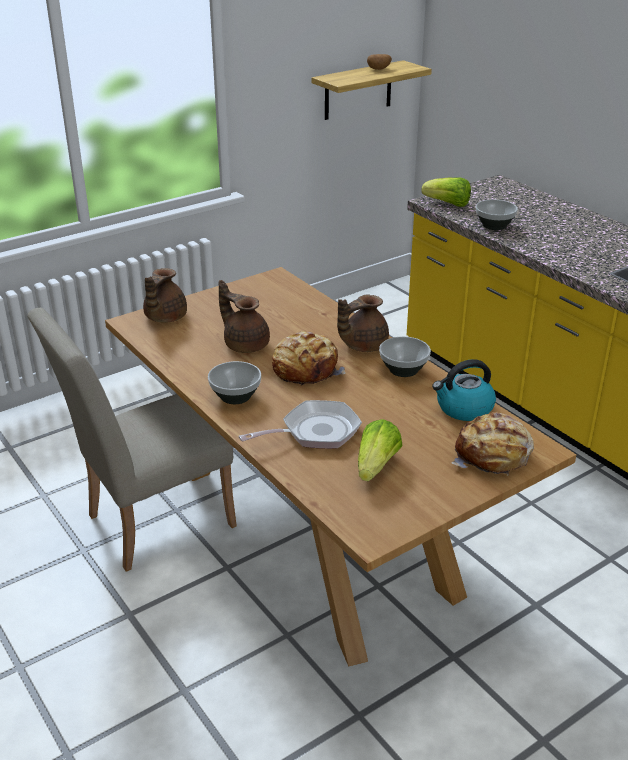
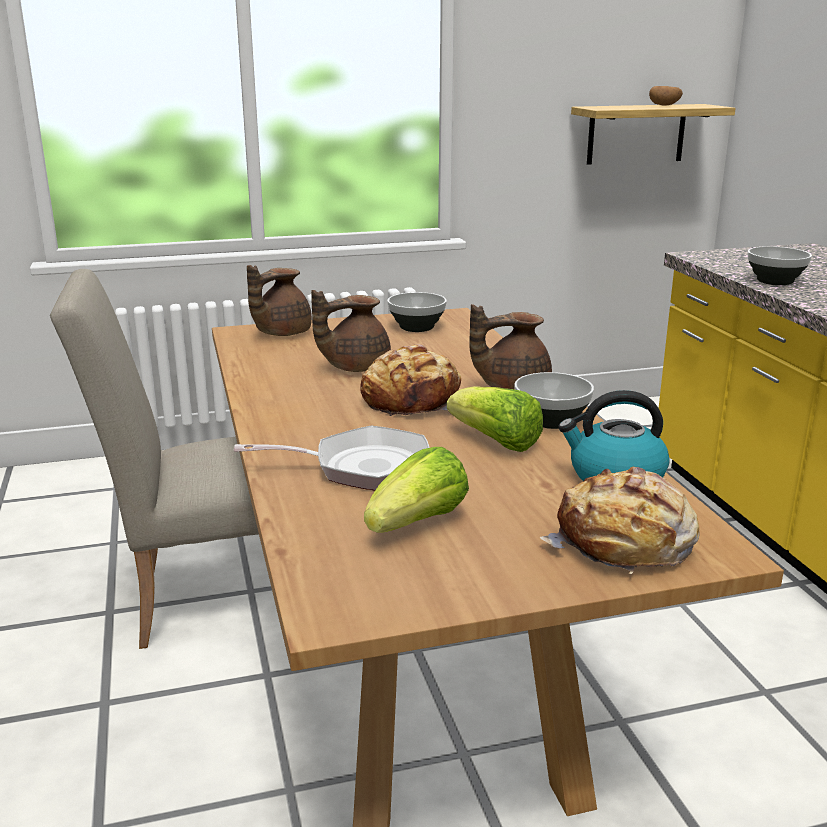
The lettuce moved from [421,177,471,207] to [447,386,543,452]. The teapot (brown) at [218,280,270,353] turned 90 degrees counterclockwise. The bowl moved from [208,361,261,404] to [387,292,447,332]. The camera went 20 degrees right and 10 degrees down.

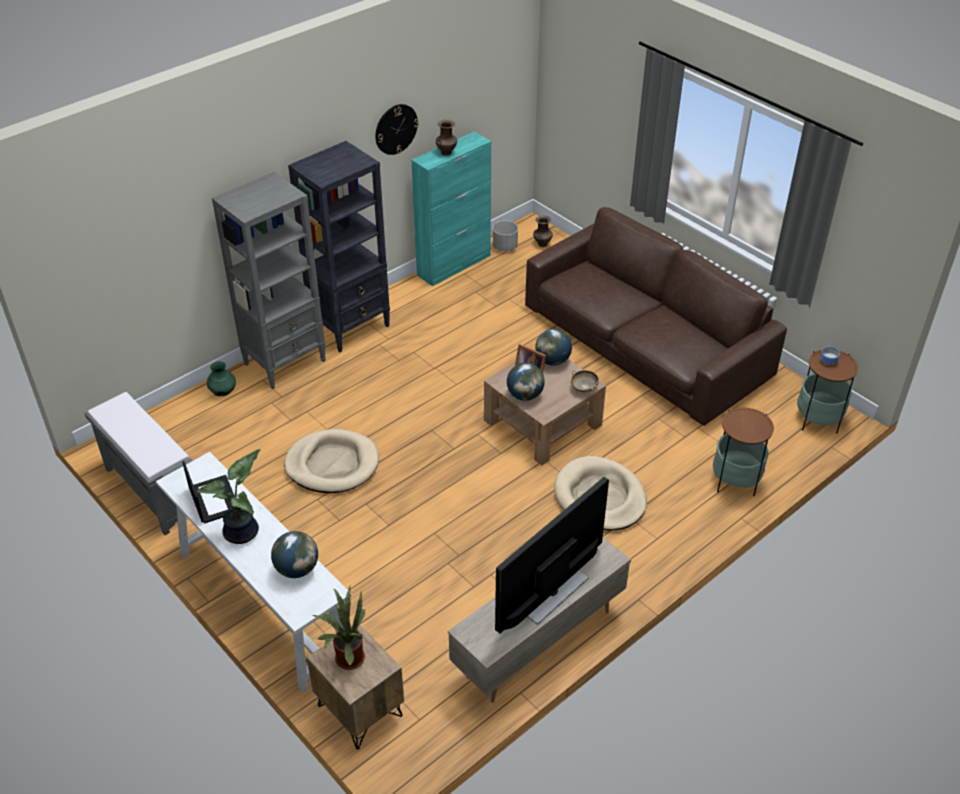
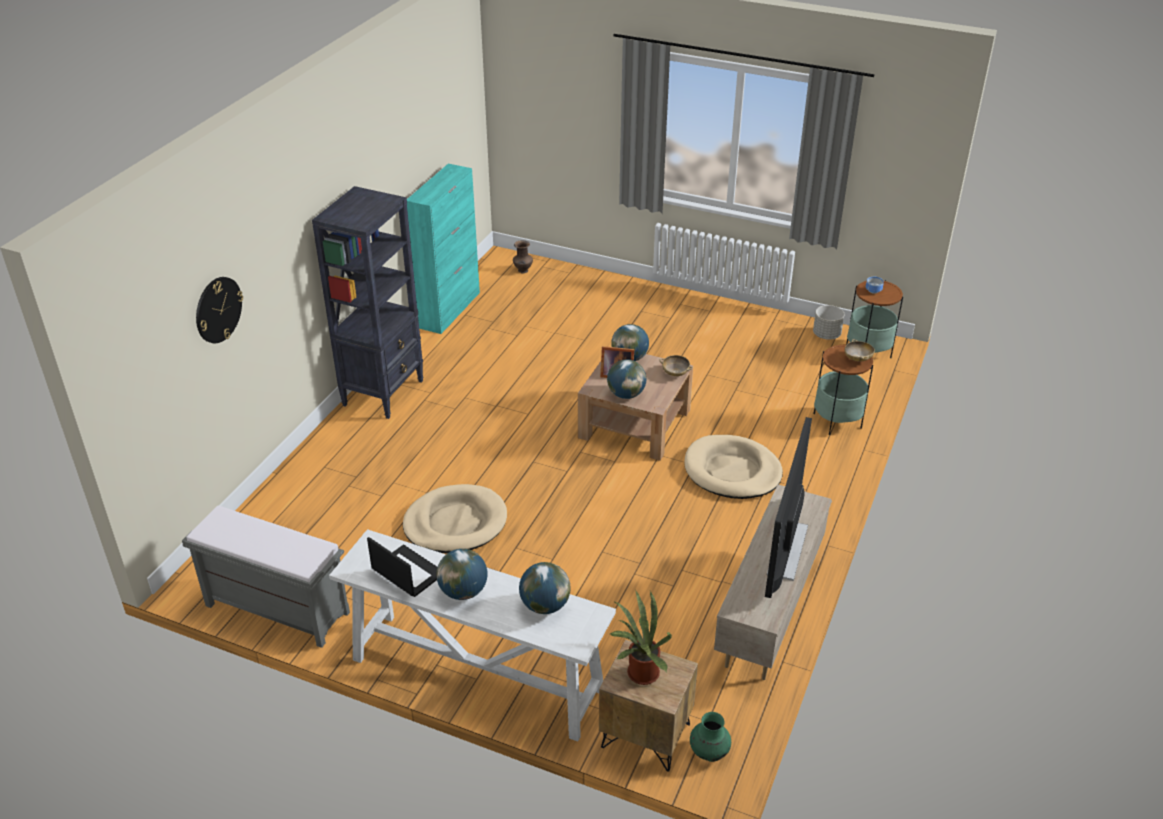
The wall clock moved from [375,104,419,155] to [196,277,243,343]. The vase (brown) at [436,119,457,156] disappeared. The bookcase (grey) at [212,172,326,389] disappeared. The sofa (brown) at [525,207,787,426] disappeared. The planter (grey) moved from [493,221,518,252] to [813,305,844,340]. The vase (green) moved from [207,361,236,396] to [690,712,731,762]. The potted plant at [197,449,261,544] was replaced by the globe at [436,549,487,600]. The bowl (beige) at [844,339,875,362] appeared. The camera went 25 degrees left and 5 degrees down.

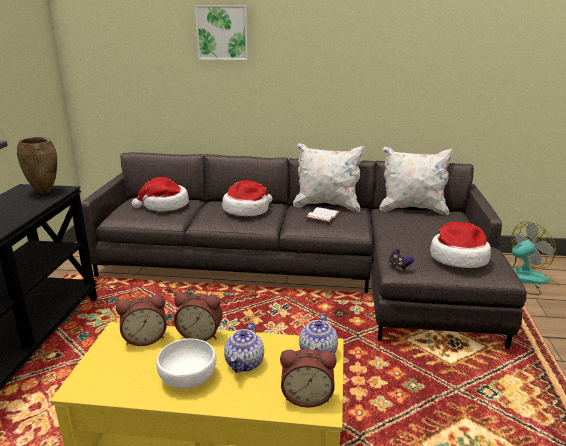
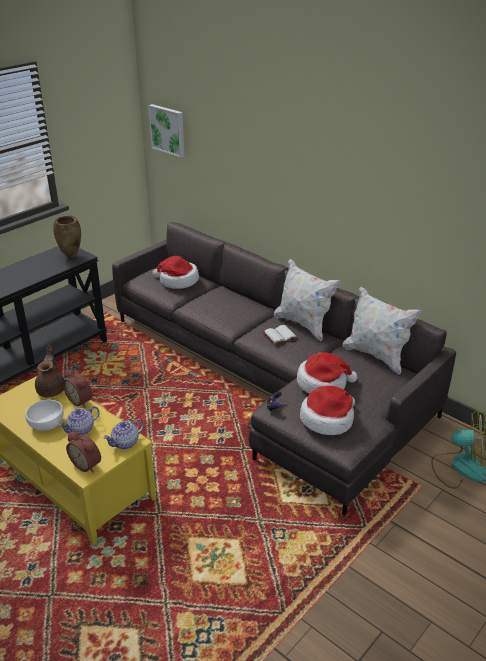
The picture moved from [195,5,249,60] to [148,104,185,158]. The hat moved from [222,180,272,216] to [297,352,358,394]. The alarm clock at [116,295,167,346] was replaced by the teapot (brown) at [35,345,65,397]. The camera went 35 degrees right and 10 degrees up.

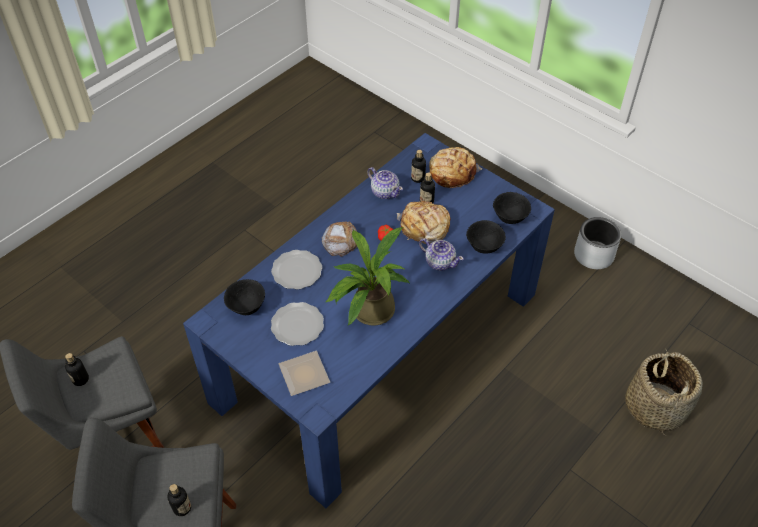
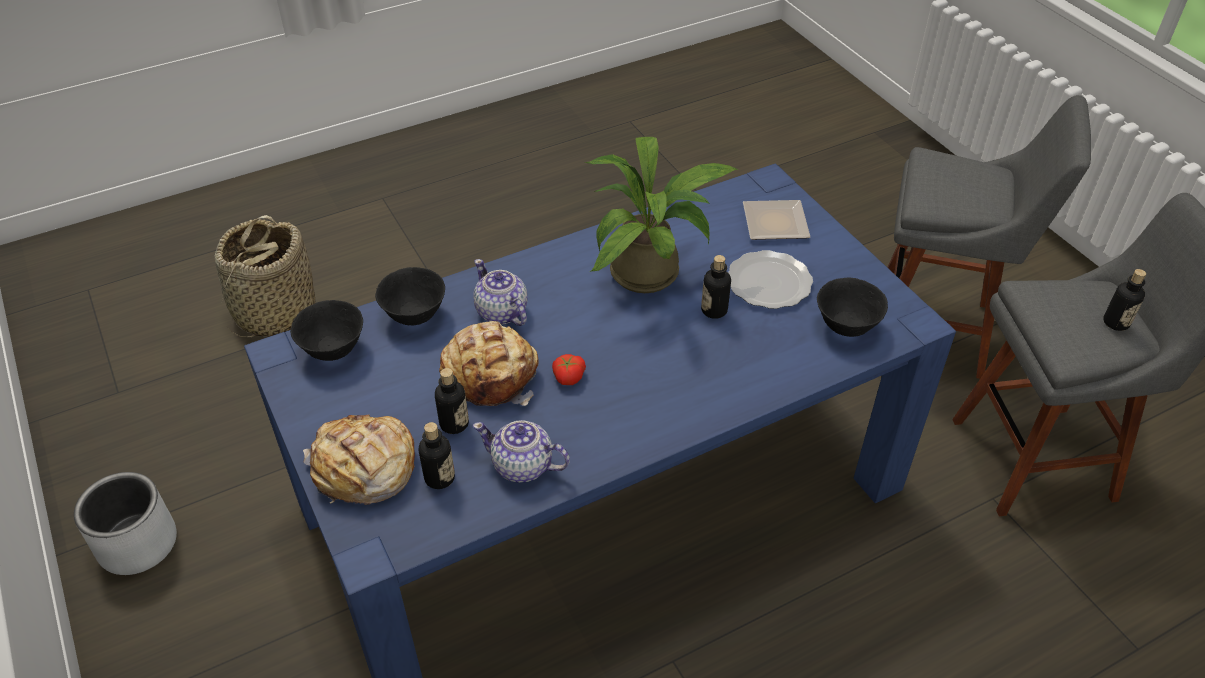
The teapot at [367,167,403,199] turned 45 degrees counterclockwise. The bread at [322,221,357,257] disappeared. The plate at [271,250,322,290] disappeared. The bottle moved from [167,484,191,516] to [701,255,731,319]. The camera went 160 degrees left and 5 degrees down.

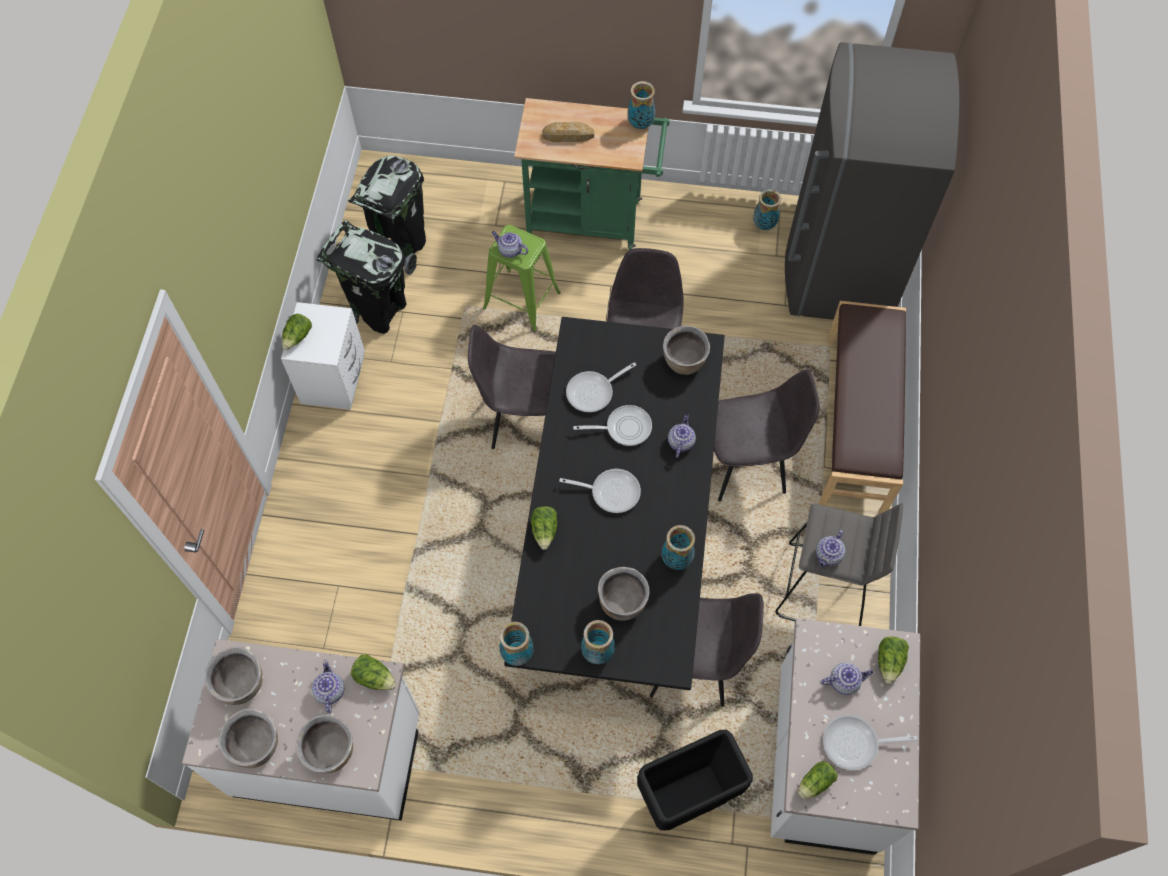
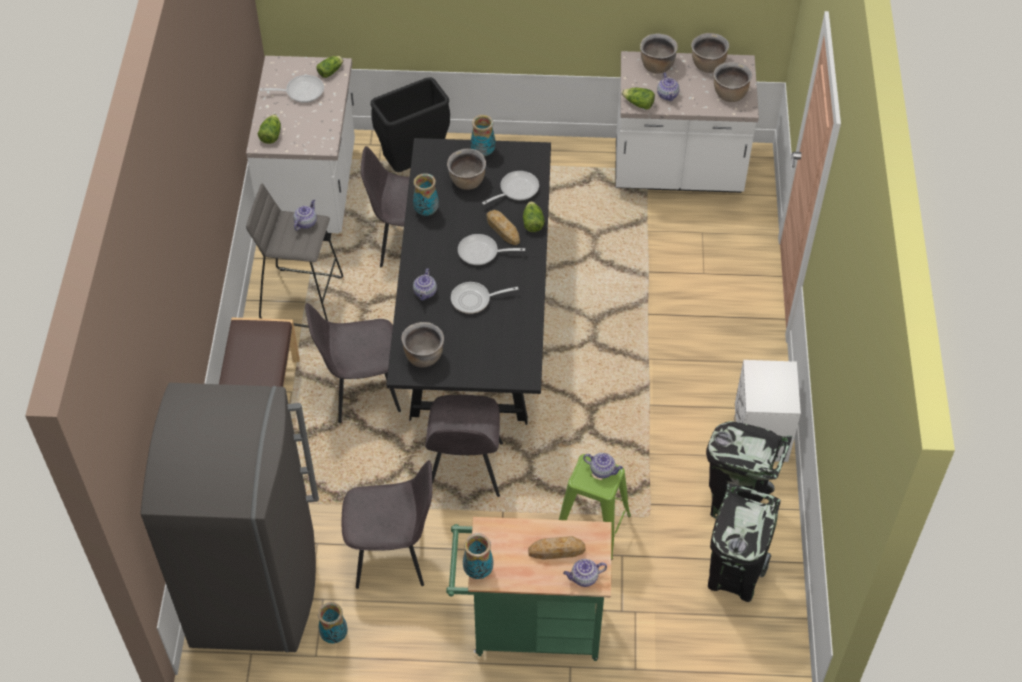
The lettuce at [282,314,312,350] disappeared. The chair (grey) moved from [468,325,556,449] to [342,460,432,589]. The frying pan moved from [566,362,636,412] to [482,171,539,205]. The vase at [499,622,534,666] disappeared. The teapot moved from [821,663,874,695] to [563,559,607,587]. The bread at [487,210,520,245] appeared. The camera went 175 degrees right and 10 degrees down.

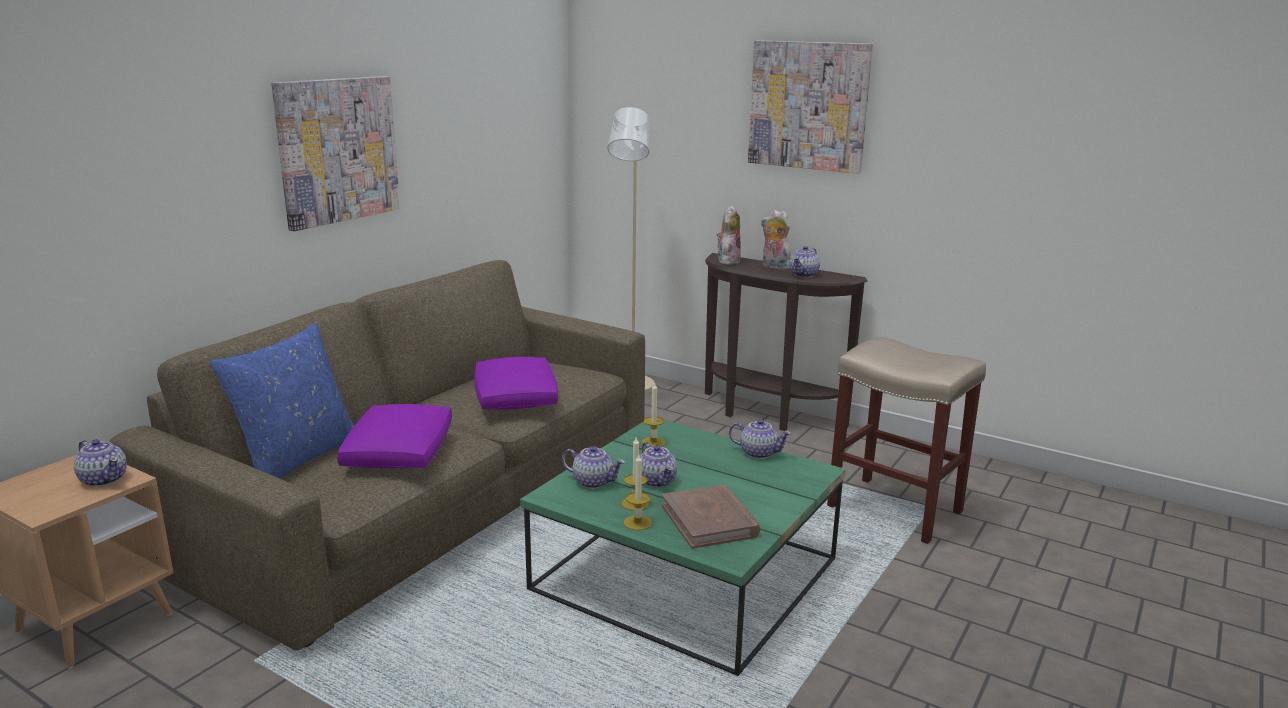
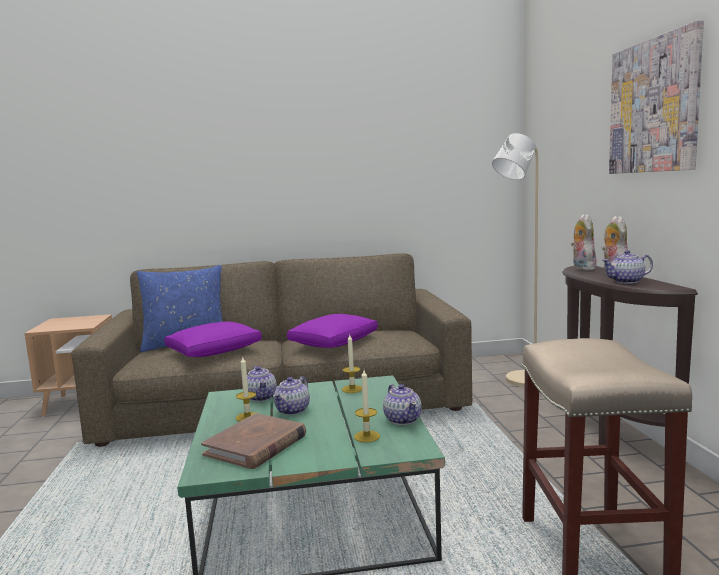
The picture at [271,76,400,231] disappeared. The plush toy at [716,206,741,265] turned 75 degrees counterclockwise. The teapot at [74,439,127,487] disappeared. The candle moved from [624,454,652,530] to [354,370,380,442]. The camera went 50 degrees right and 10 degrees down.

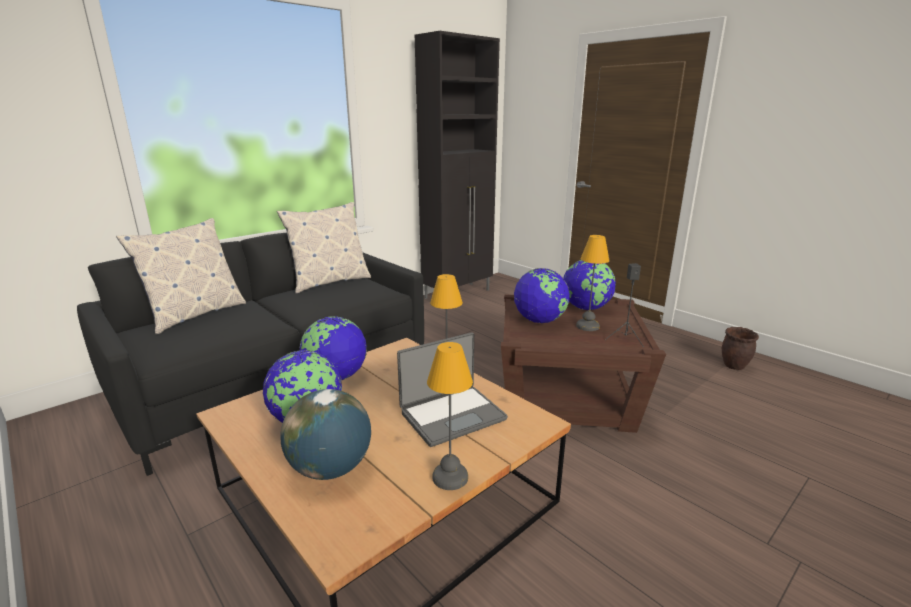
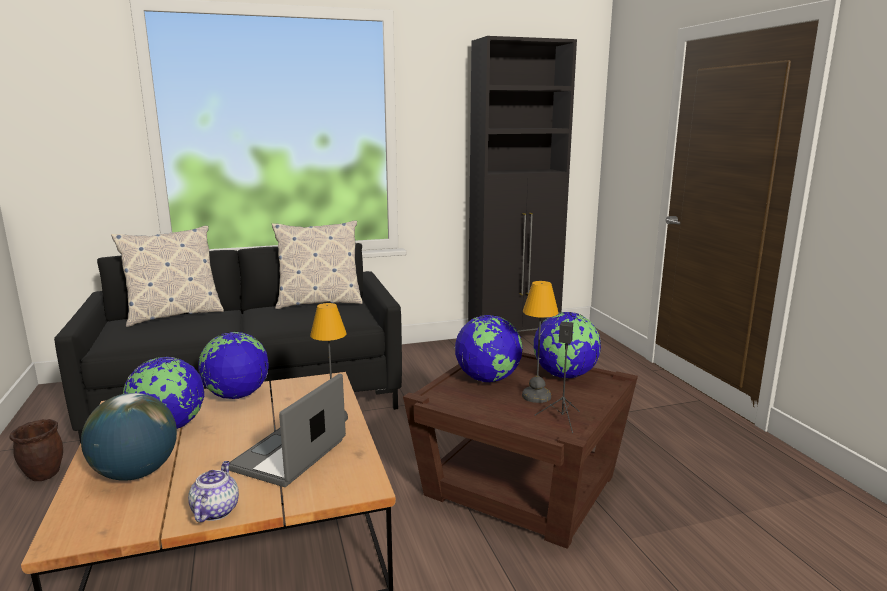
The planter (brown) moved from [722,327,759,370] to [9,419,63,481]. The laptop at [397,332,508,447] turned 120 degrees clockwise. The table lamp at [427,342,473,490] was replaced by the teapot at [188,461,239,522]. The camera went 25 degrees right and 5 degrees down.

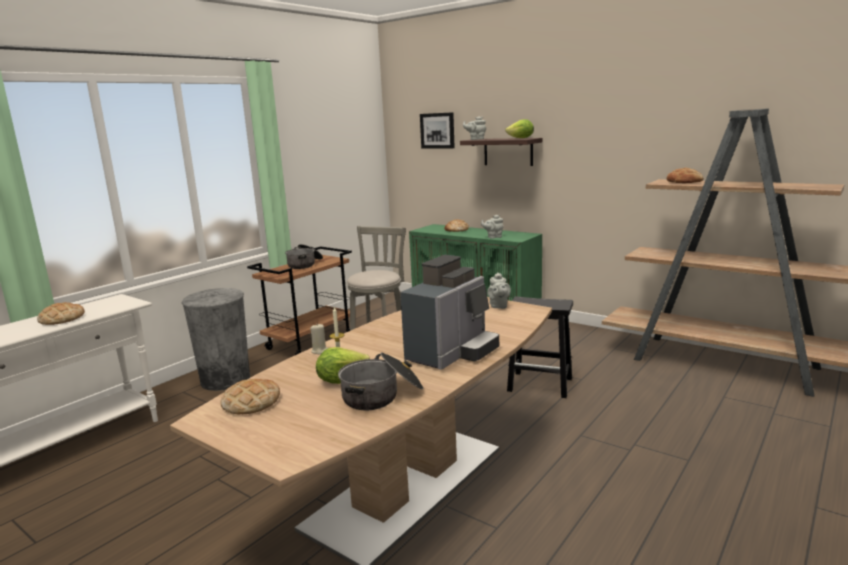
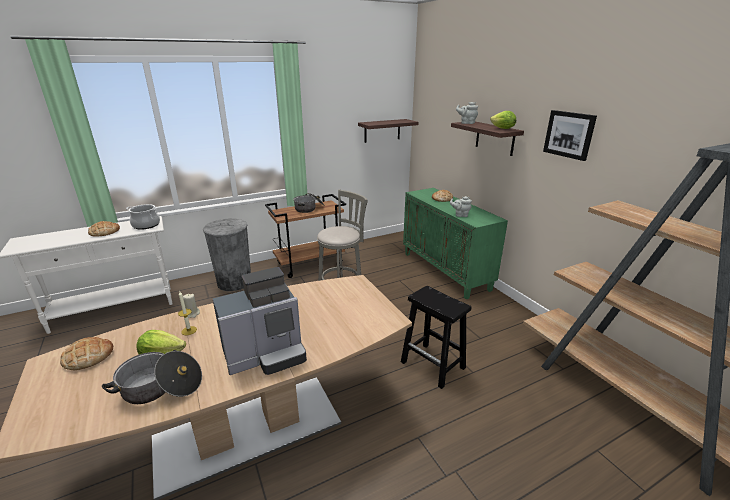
The picture moved from [420,112,455,149] to [543,110,597,161]. The bread at [667,168,704,183] disappeared. The teapot (grey) at [487,272,511,309] disappeared. The shelf at [358,119,419,143] appeared. The cooking pot at [126,204,160,229] appeared. The camera went 25 degrees right and 10 degrees up.

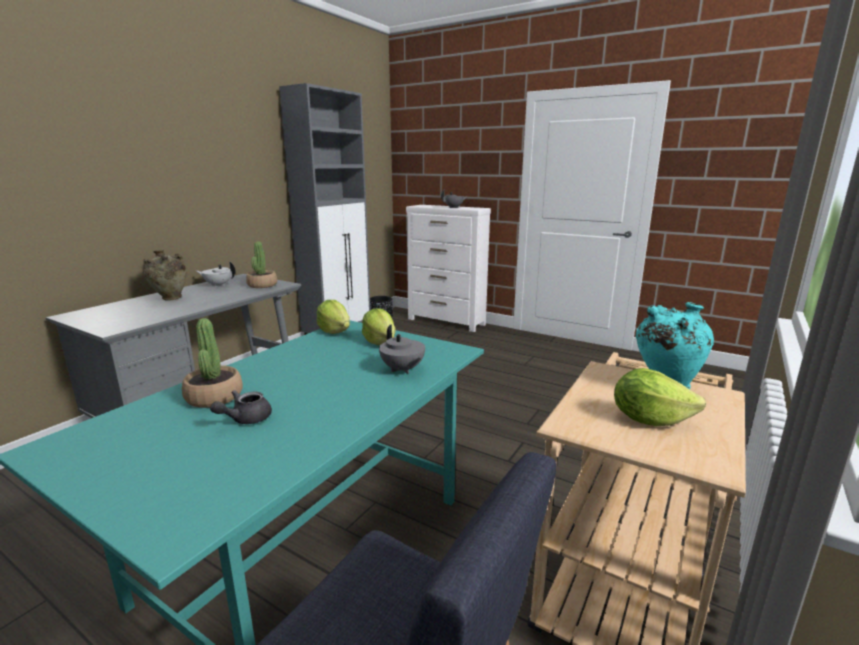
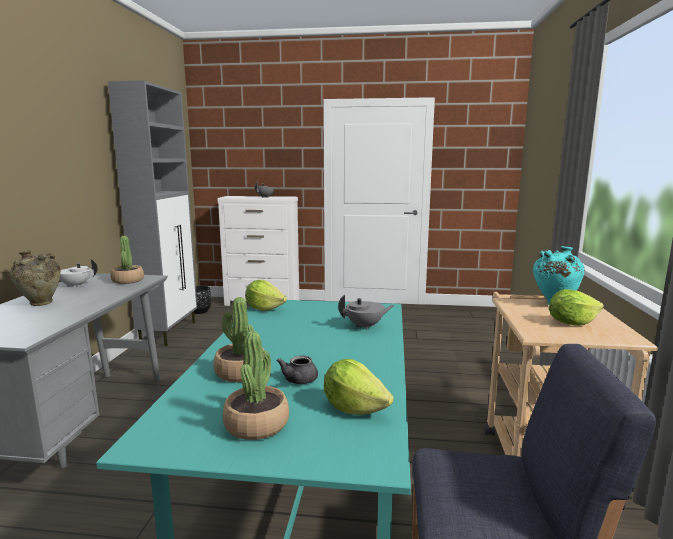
The lettuce moved from [362,308,395,345] to [324,359,394,415]. The teapot (grey) at [379,325,425,374] turned 45 degrees counterclockwise. The potted plant at [223,331,289,440] appeared. The camera went 25 degrees left and 5 degrees down.

